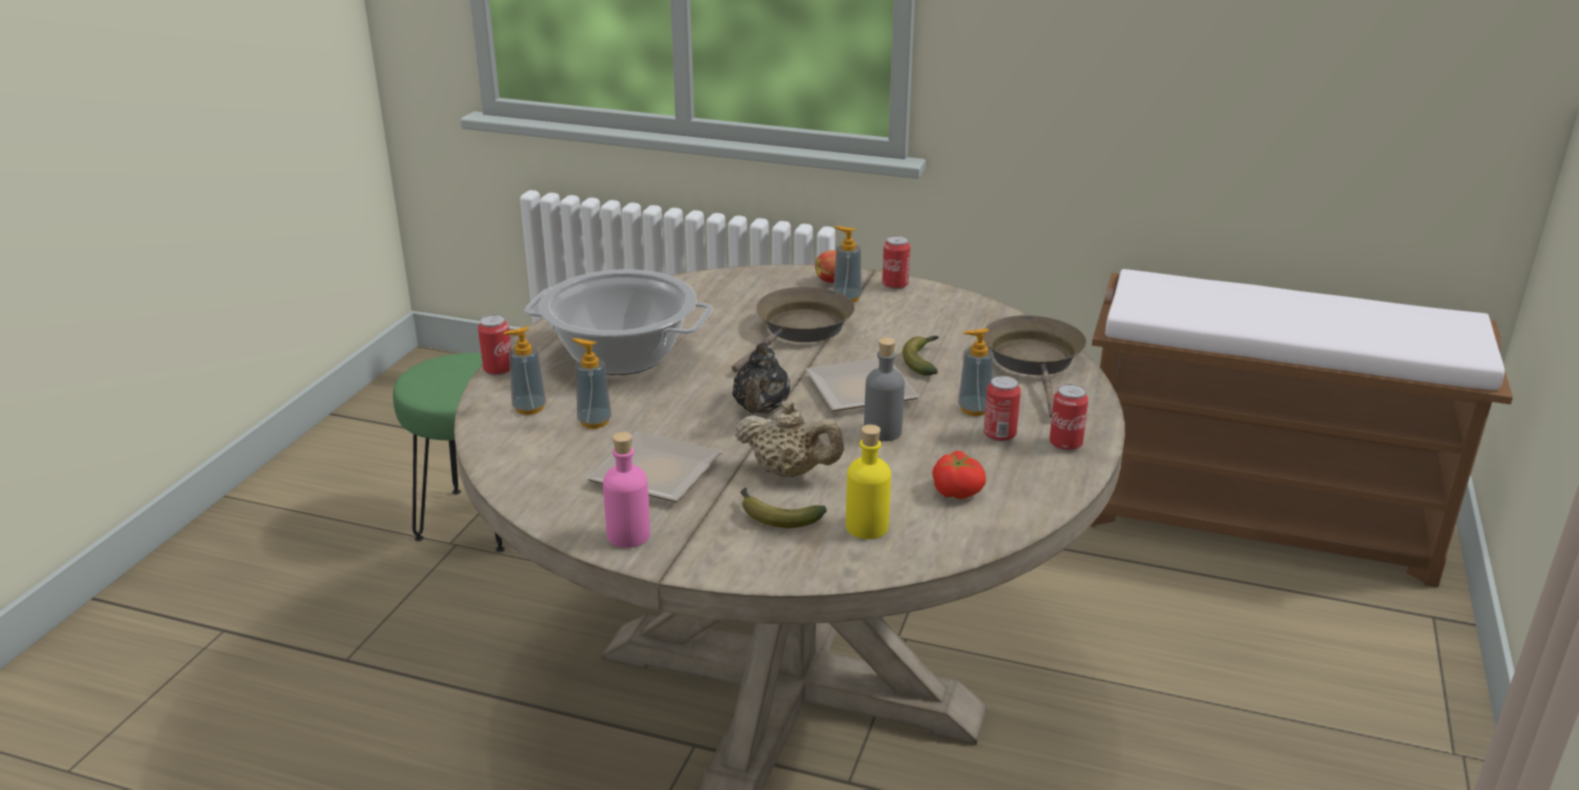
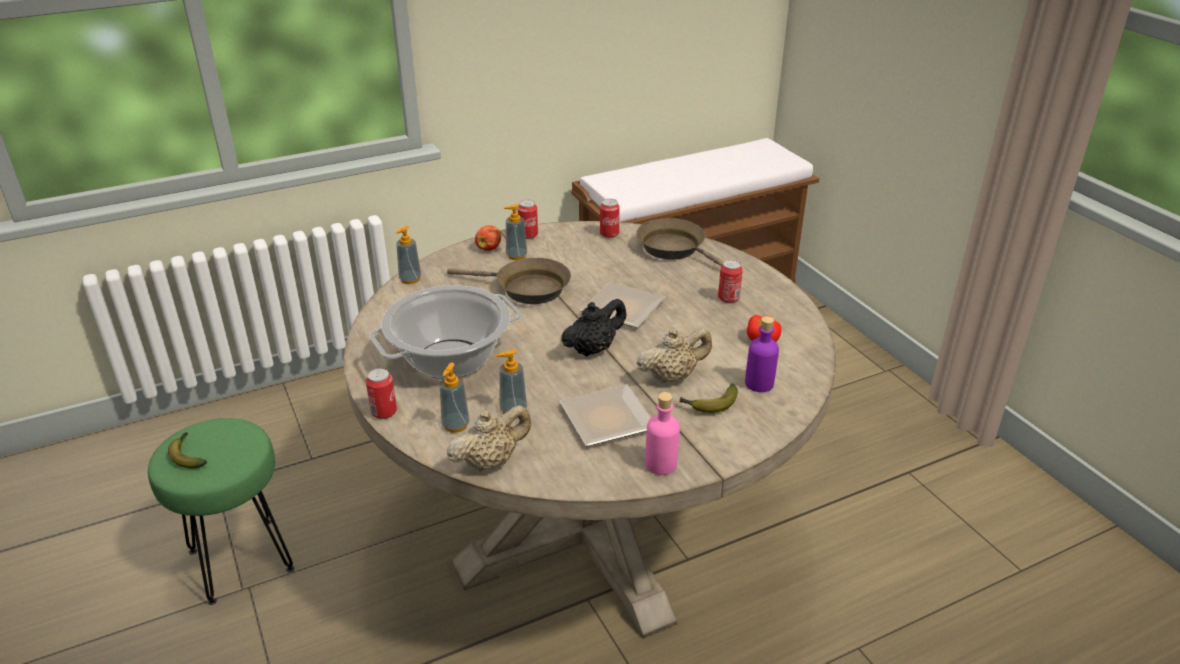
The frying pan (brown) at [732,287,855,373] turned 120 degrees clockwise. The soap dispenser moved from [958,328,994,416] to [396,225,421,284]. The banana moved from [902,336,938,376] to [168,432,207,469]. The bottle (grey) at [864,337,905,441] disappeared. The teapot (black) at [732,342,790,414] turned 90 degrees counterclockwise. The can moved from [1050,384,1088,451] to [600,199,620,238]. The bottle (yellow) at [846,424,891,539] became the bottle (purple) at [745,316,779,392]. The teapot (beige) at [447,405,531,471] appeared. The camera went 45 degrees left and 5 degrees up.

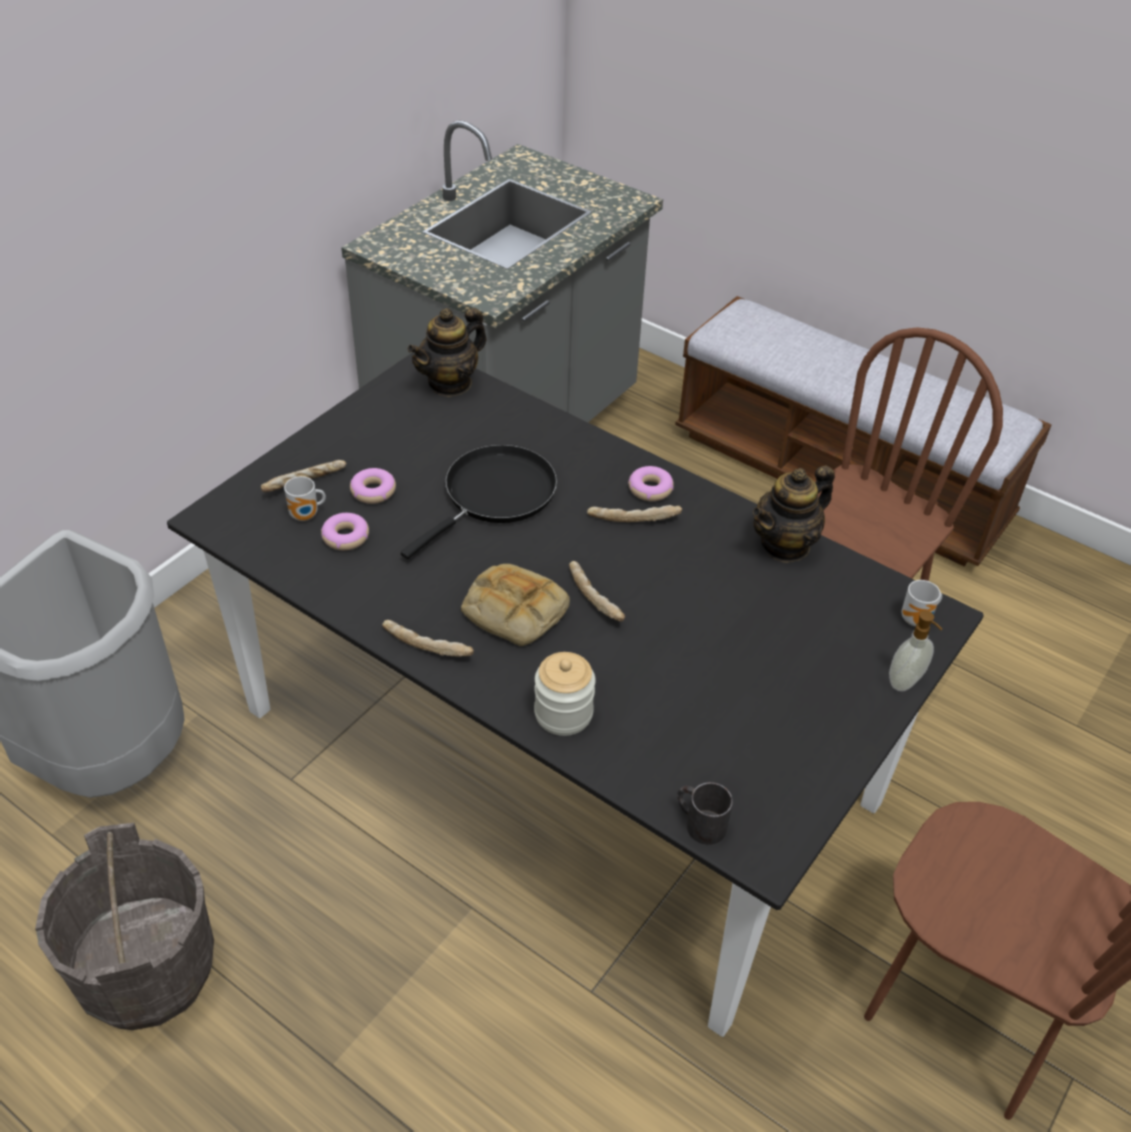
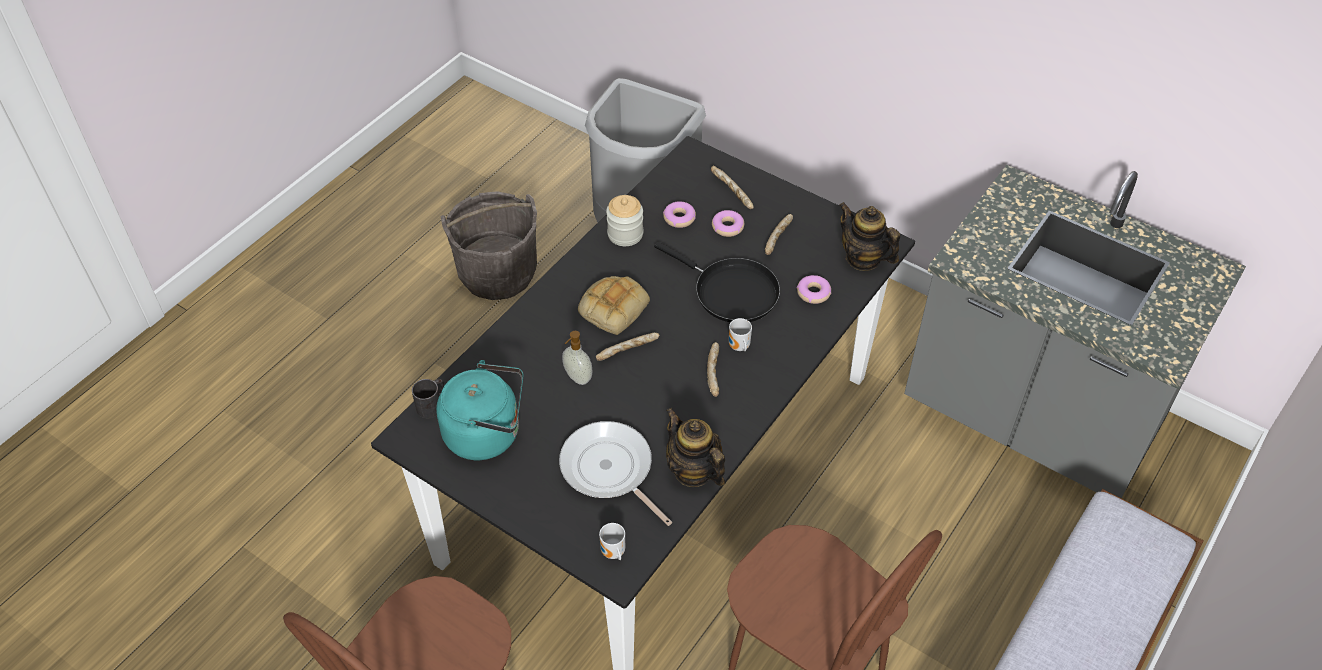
The donut moved from [628,466,674,501] to [797,275,831,304]. The mug moved from [284,476,326,521] to [729,318,752,351]. The soap dispenser moved from [889,610,942,691] to [562,331,592,385]. The bread moved from [382,620,474,657] to [765,214,793,255]. The jar moved from [534,652,596,736] to [606,195,643,246]. The kettle (turquoise) at [436,360,523,460] appeared. The frying pan at [559,421,672,526] appeared. The camera went 90 degrees right and 5 degrees up.

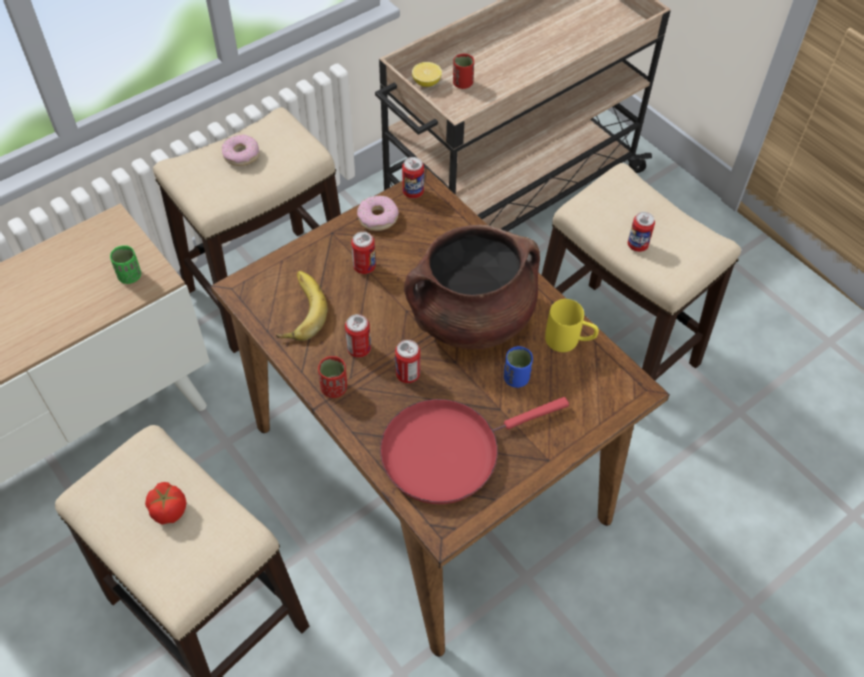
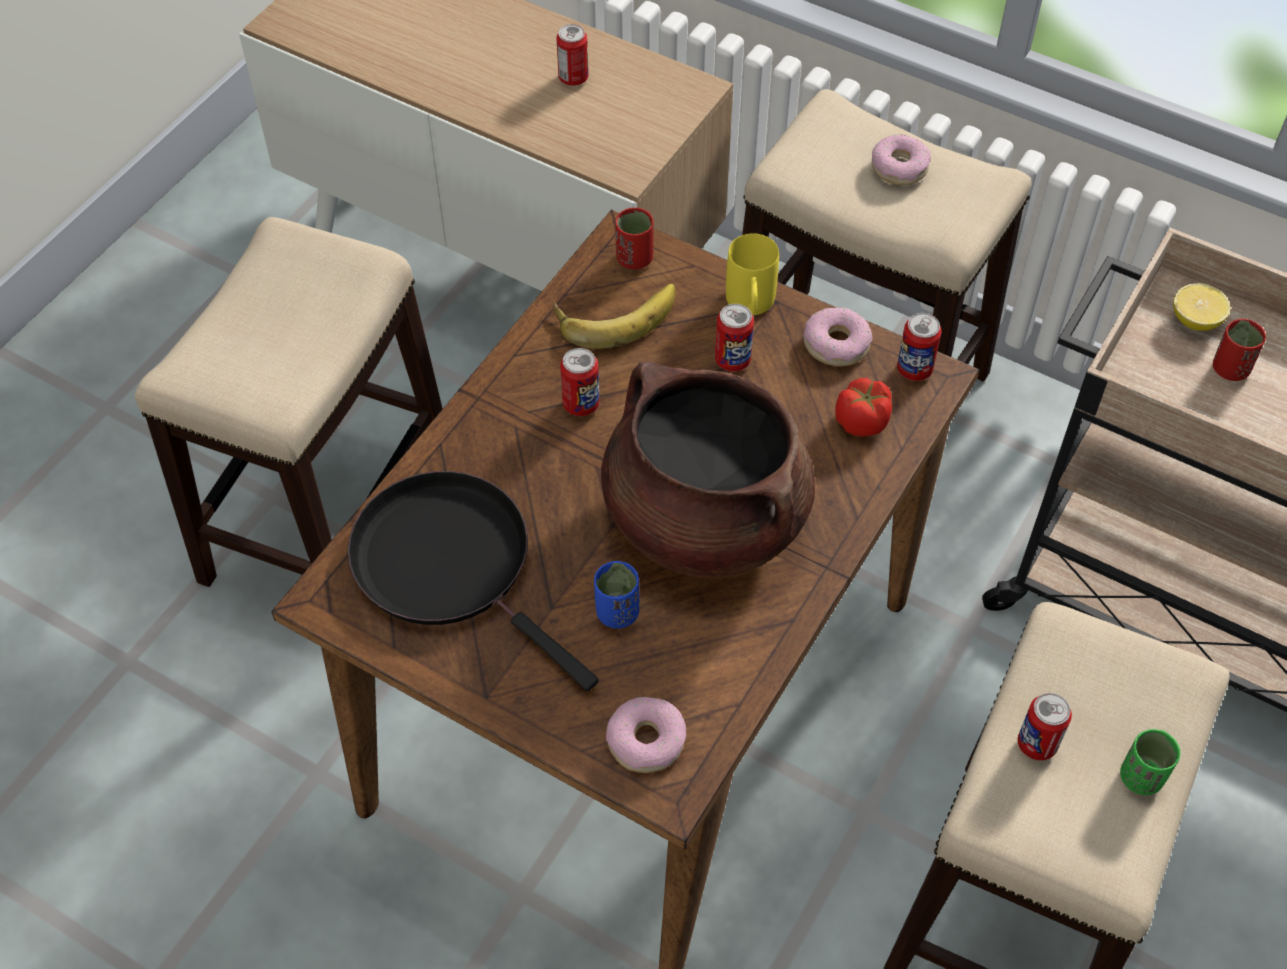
The cup (green) moved from [110,245,141,284] to [1120,729,1180,795]. The mug (yellow) moved from [545,299,599,352] to [726,233,779,315]. The can moved from [395,340,420,383] to [556,24,589,86]. The cup (red) moved from [318,356,347,398] to [615,208,654,270]. The frying pan (red) at [380,397,569,504] became the frying pan (black) at [348,471,599,691]. The tomato moved from [145,482,187,525] to [835,378,892,437]. The donut at [606,697,687,773] appeared. The camera went 70 degrees right and 0 degrees up.

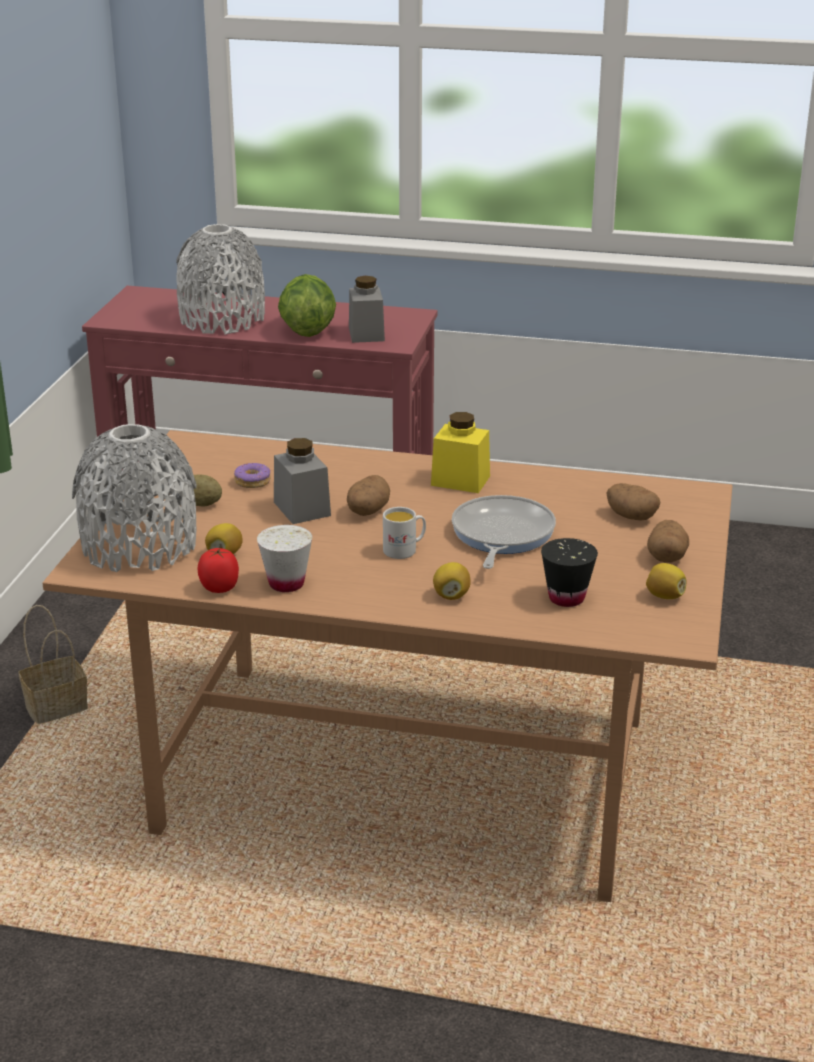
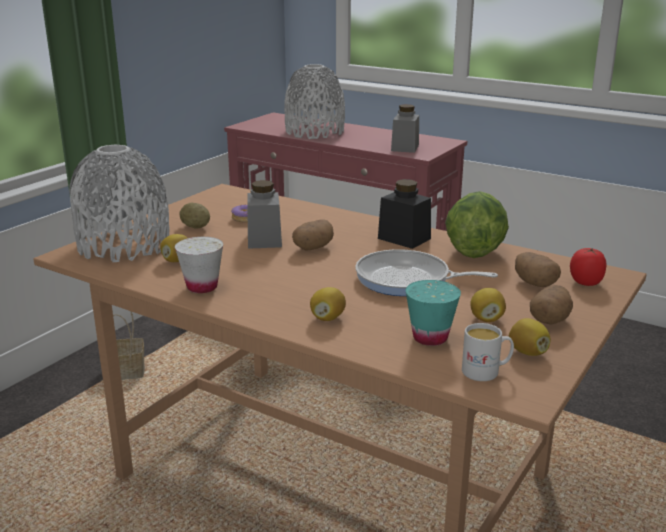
The lettuce moved from [278,274,336,337] to [445,191,509,258]. The jar (yellow) at [431,412,490,493] became the jar (black) at [378,179,431,249]. The frying pan at [452,495,556,569] turned 105 degrees counterclockwise. The mug (white) moved from [383,507,426,559] to [462,323,514,381]. The cup (black) at [541,538,598,607] became the cup (turquoise) at [406,280,461,346]. The tomato moved from [198,548,239,593] to [570,248,606,286]. The lemon at [470,288,506,322] appeared. The camera went 20 degrees right and 5 degrees down.

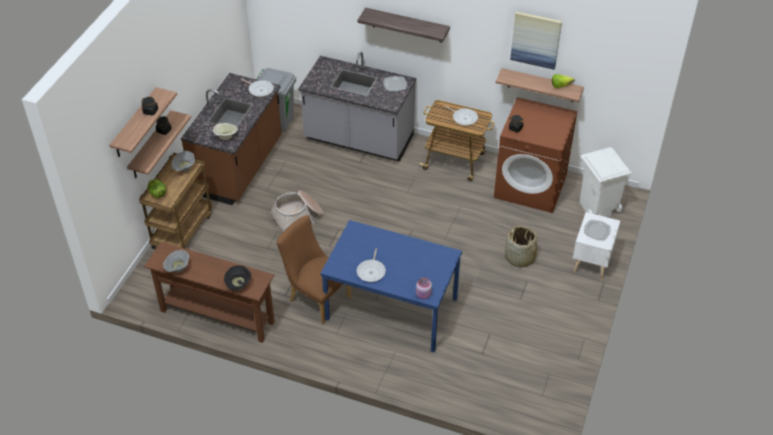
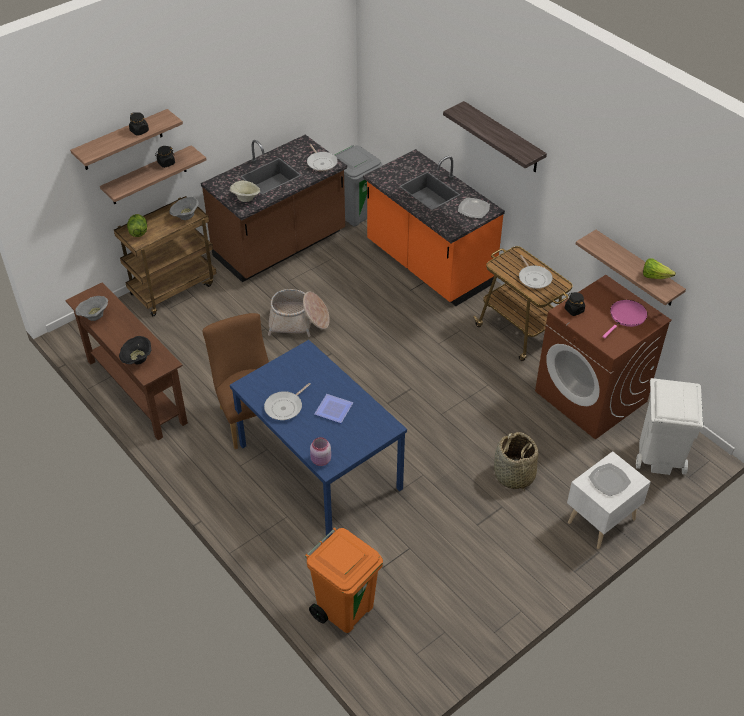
The picture at [510,11,562,70] disappeared. The counter (grey) at [298,52,416,162] became the counter (orange) at [363,149,505,306]. The frying pan (pink) at [602,300,647,338] appeared. The plate at [314,394,353,423] appeared. The trash can (orange) at [305,527,383,633] appeared. The camera went 30 degrees right and 0 degrees up.

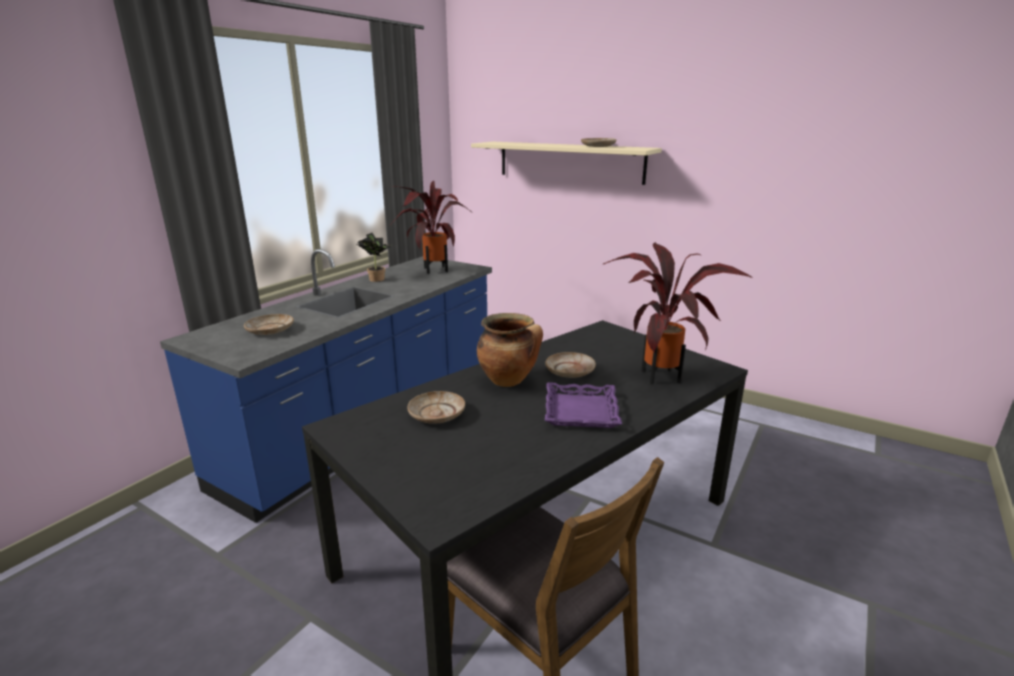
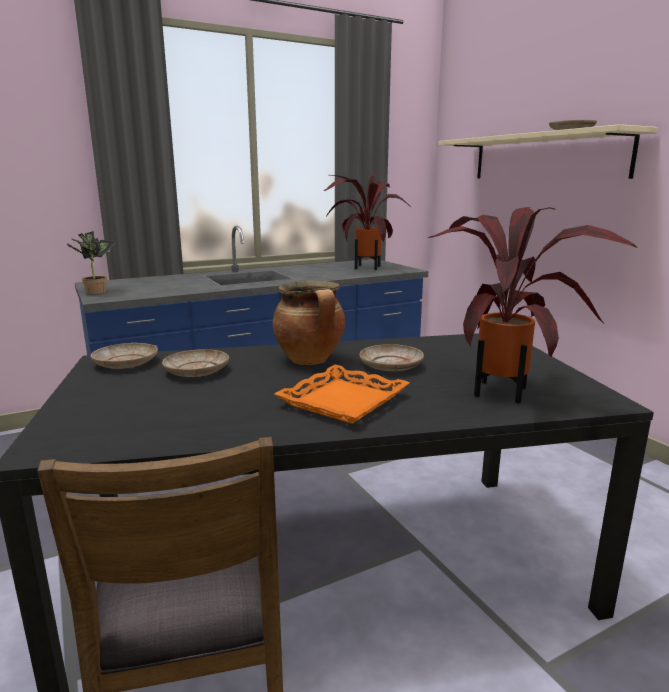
The potted plant moved from [357,233,391,282] to [67,231,116,294]. The plate (beige) moved from [244,314,294,335] to [91,343,158,369]. The tray (purple) at [545,383,622,428] became the tray (orange) at [275,364,409,424]. The camera went 30 degrees right and 5 degrees down.

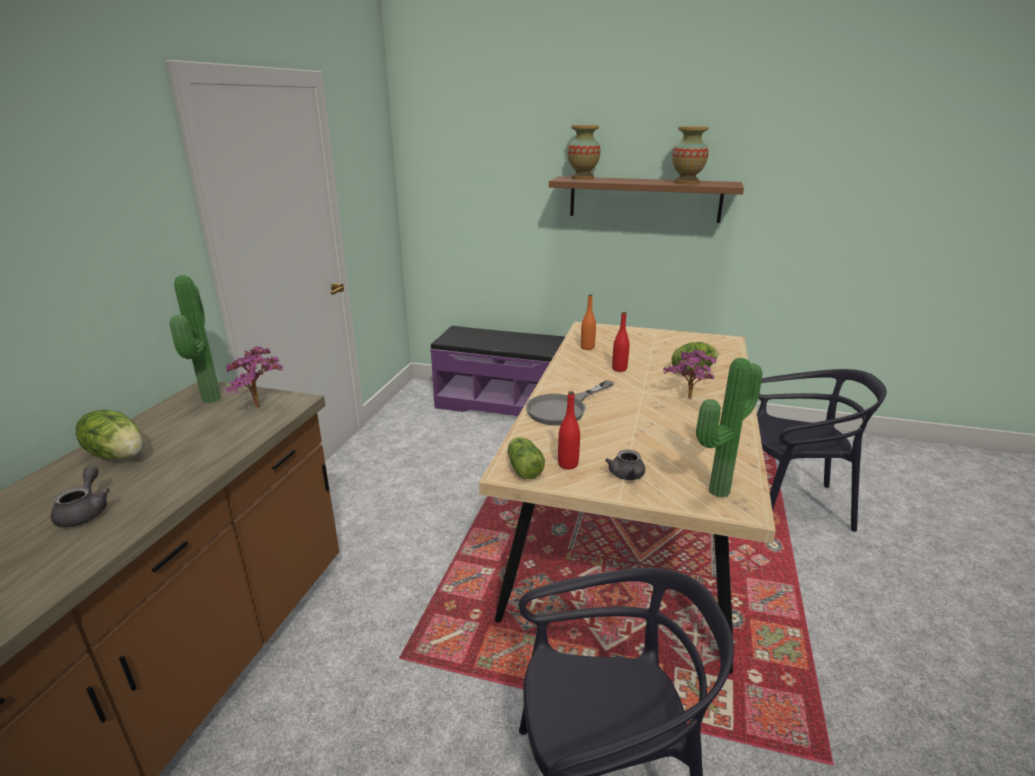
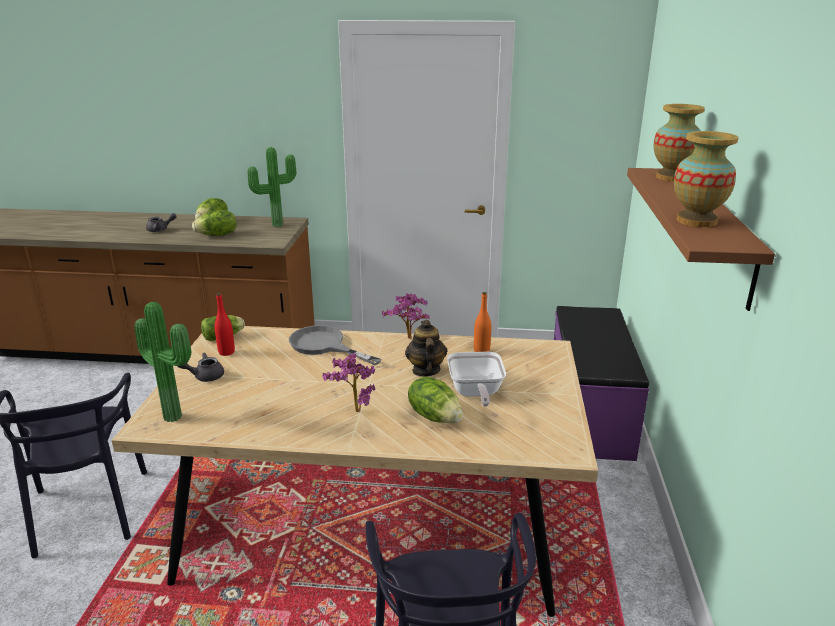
The bottle (red) at [612,312,629,372] was replaced by the teapot at [405,320,447,377]. The potted plant moved from [225,346,283,407] to [382,293,430,339]. The lettuce at [192,210,237,236] appeared. The frying pan at [447,352,506,407] appeared. The camera went 80 degrees right and 0 degrees up.

